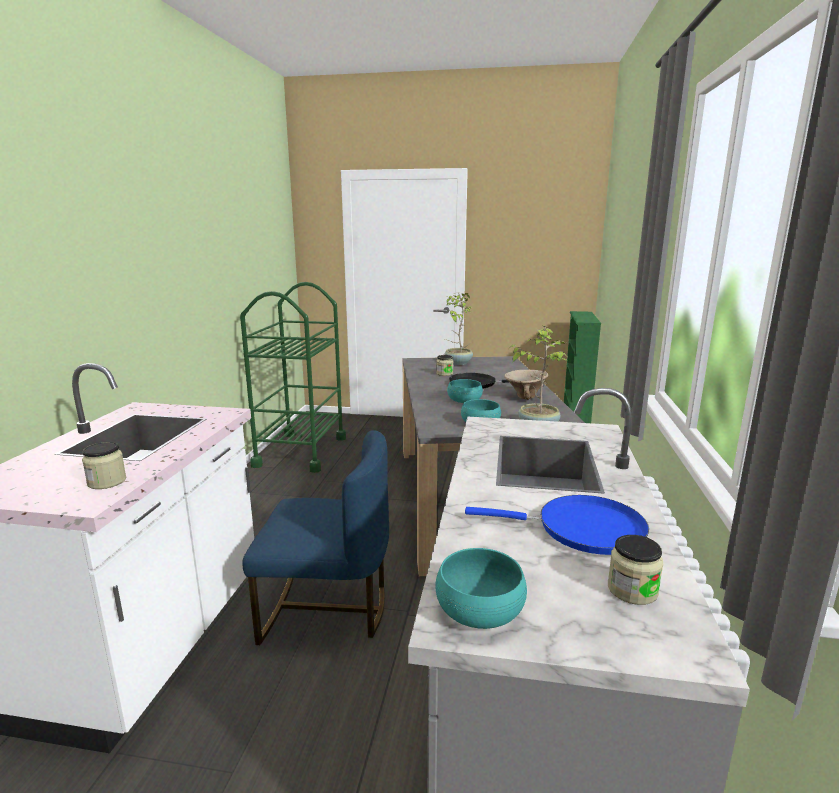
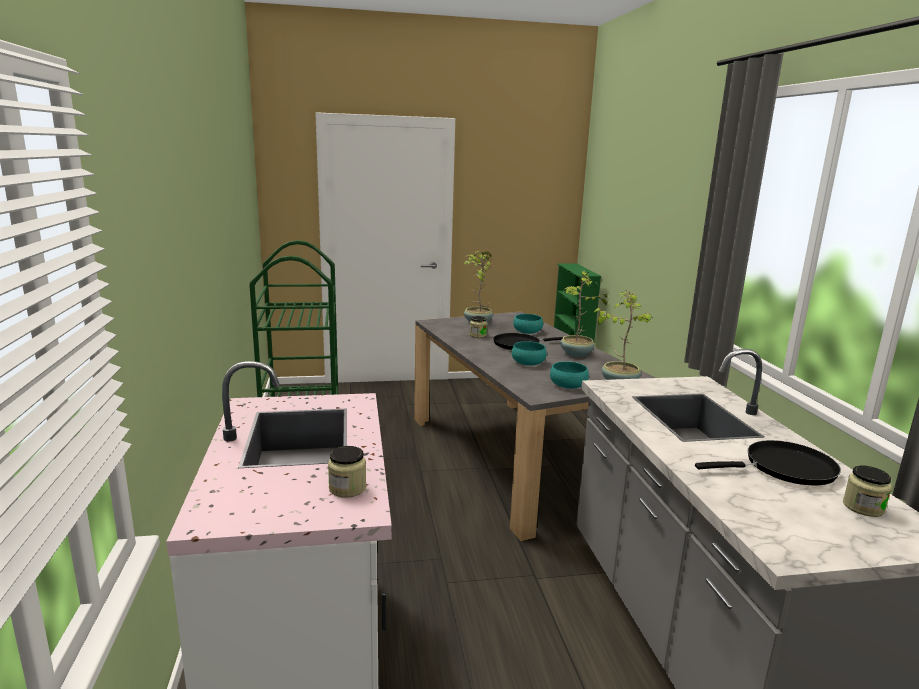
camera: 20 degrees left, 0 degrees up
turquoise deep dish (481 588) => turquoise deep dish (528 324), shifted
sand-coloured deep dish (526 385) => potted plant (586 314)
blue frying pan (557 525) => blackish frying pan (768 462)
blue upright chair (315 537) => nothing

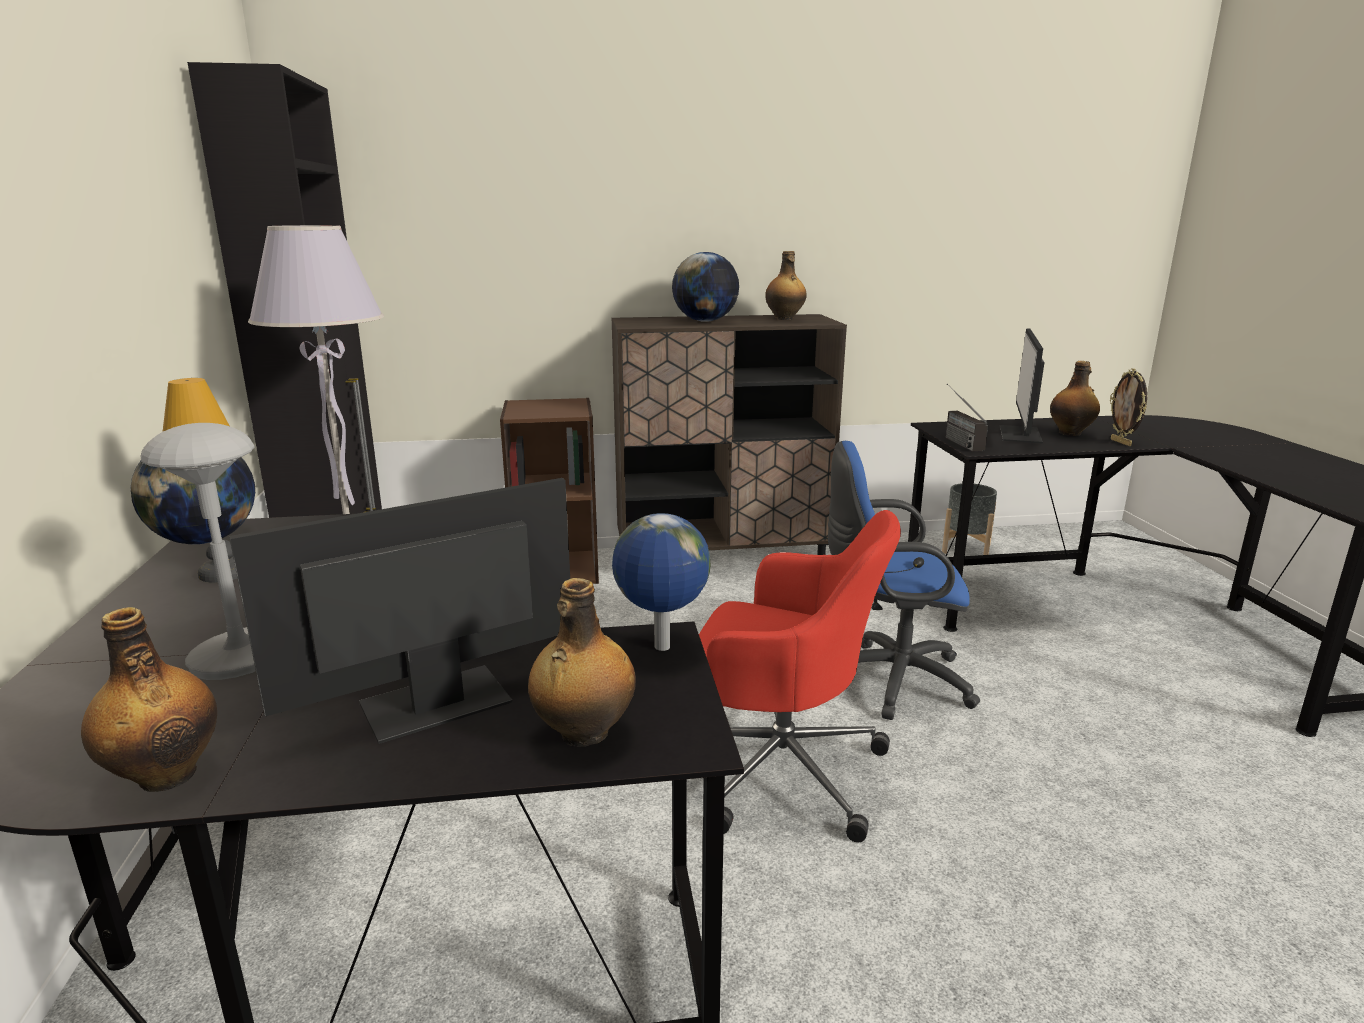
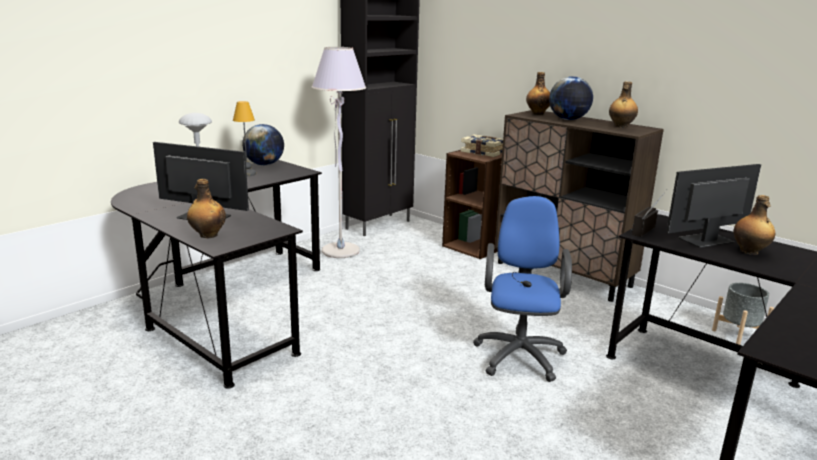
camera: 50 degrees right, 0 degrees up
nothing => book (482 145)
blue computer chair (904 580) => blue computer chair (522 289), 45 degrees clockwise
bottle (149 699) => bottle (538 93), shifted
world globe (661 582) => nothing
red-coloured computer chair (800 676) => nothing
photo frame (1128 407) => nothing

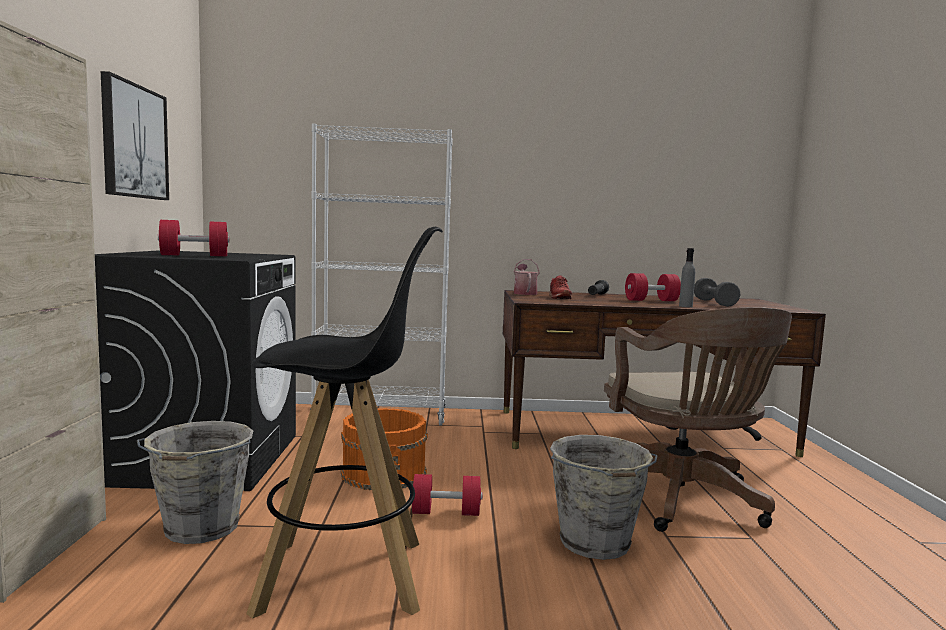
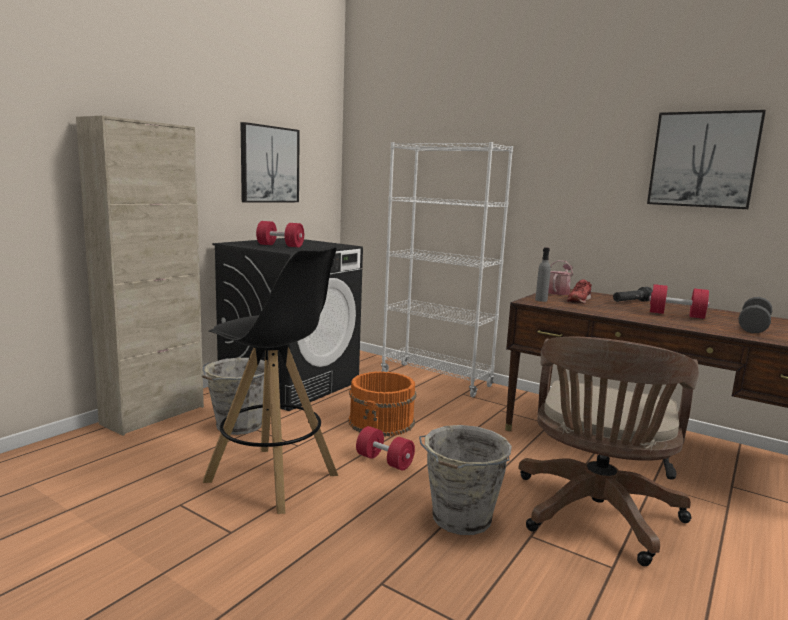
camera: 35 degrees right, 5 degrees up
grey bottle (687 277) => grey bottle (543 274), shifted
nothing => wall art (706 159)

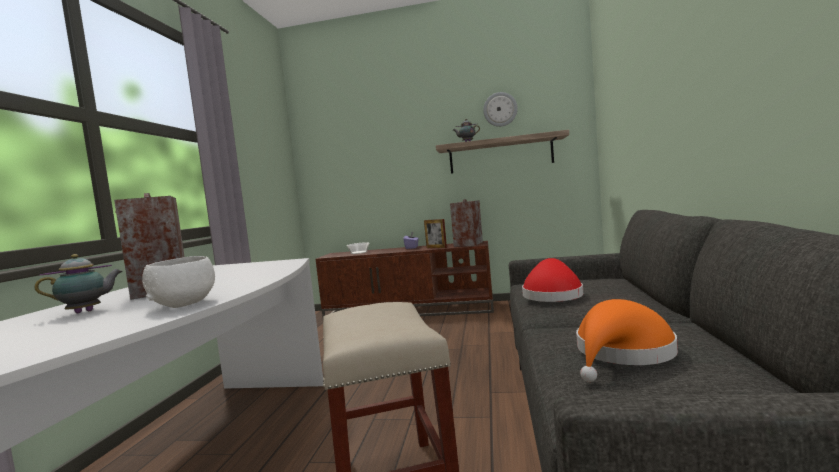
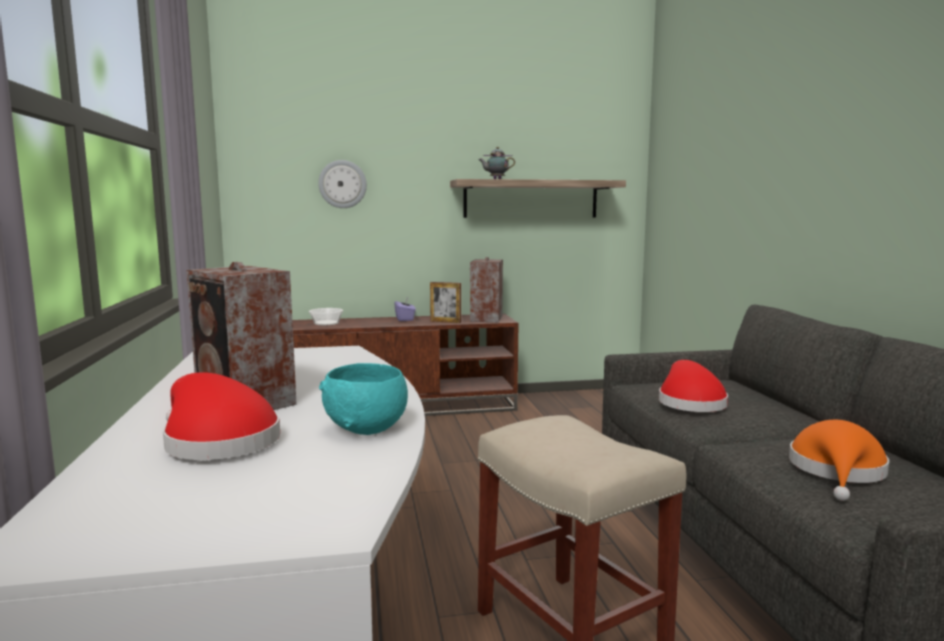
camera: 20 degrees left, 5 degrees up
tea pot (78 283) => red-coloured hat (221 416)
clock on the wall (500 109) => clock on the wall (342 184), shifted
white-coloured deep dish (178 282) => turquoise deep dish (363 399)

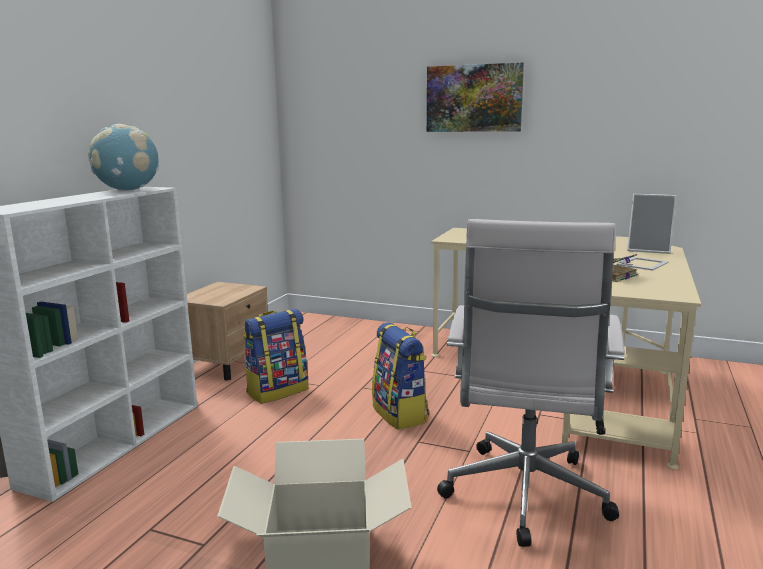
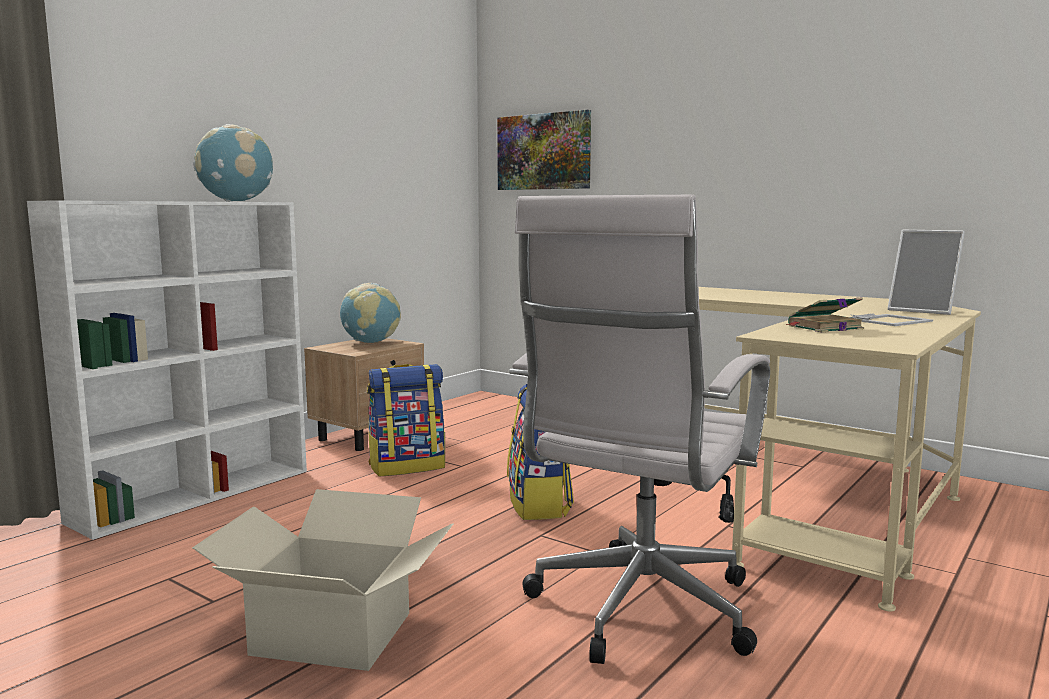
camera: 15 degrees right, 5 degrees down
nothing => world globe (370 313)
wall art (475 97) => wall art (544 150), shifted

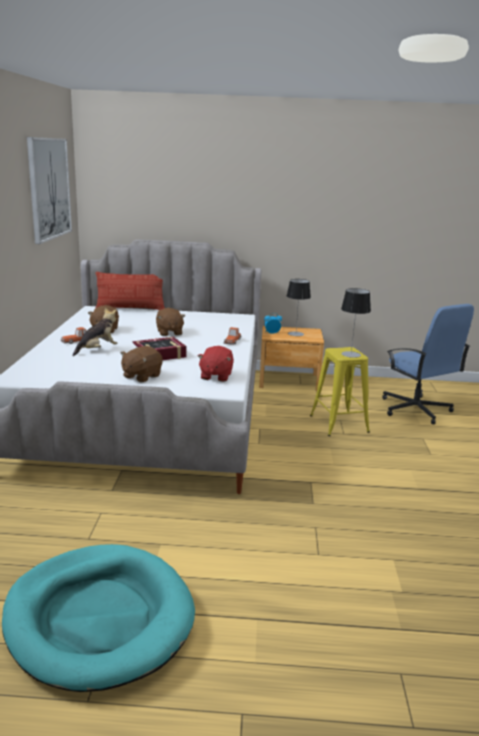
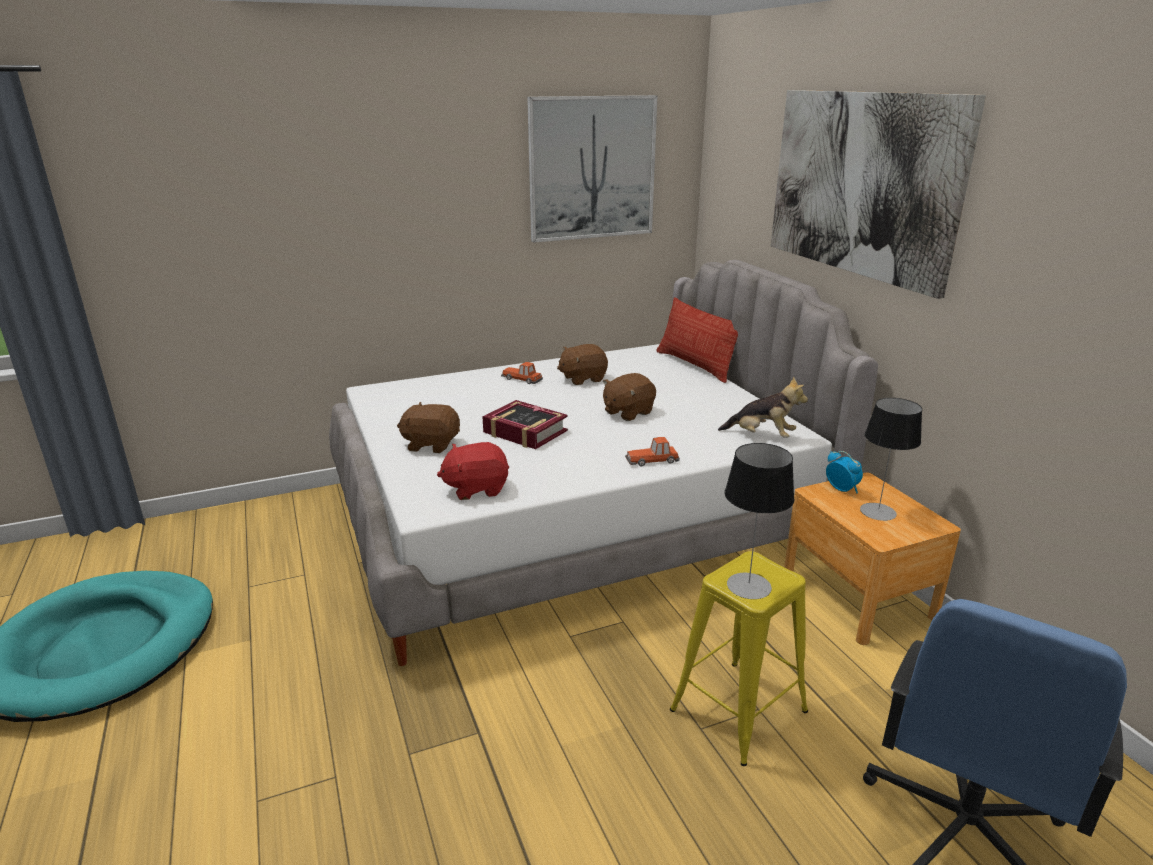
camera: 65 degrees right, 5 degrees up
soft toy (95 332) => soft toy (763 407), shifted
nothing => wall art (878 194)

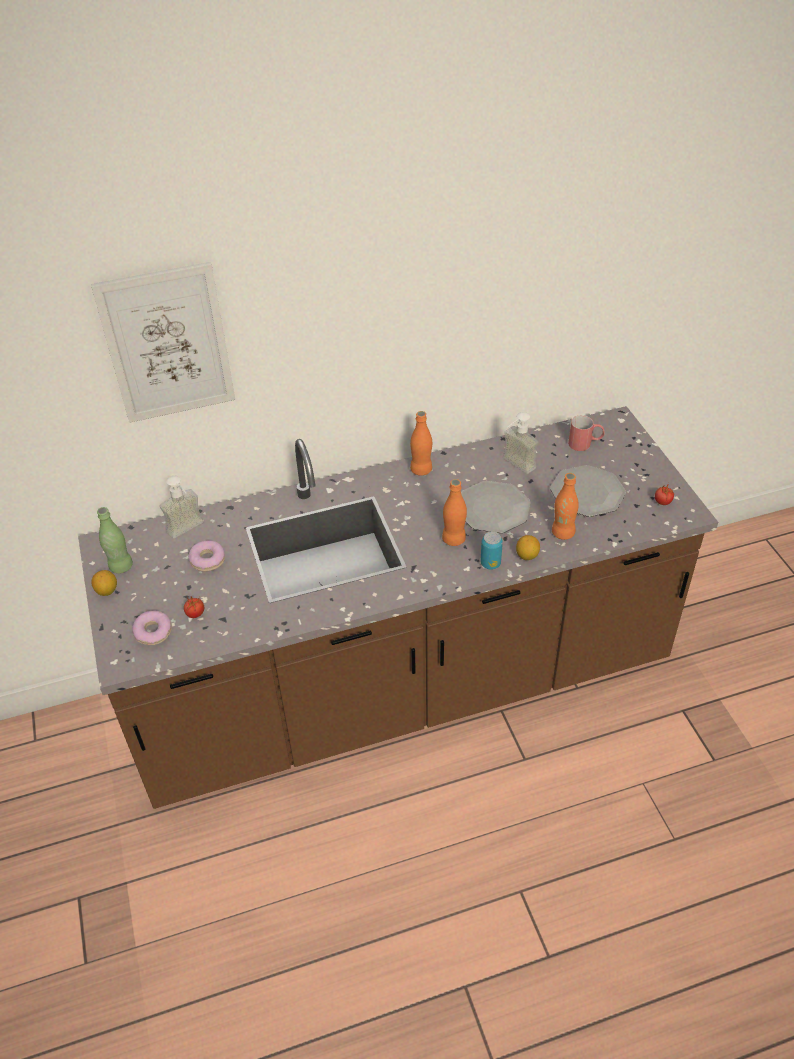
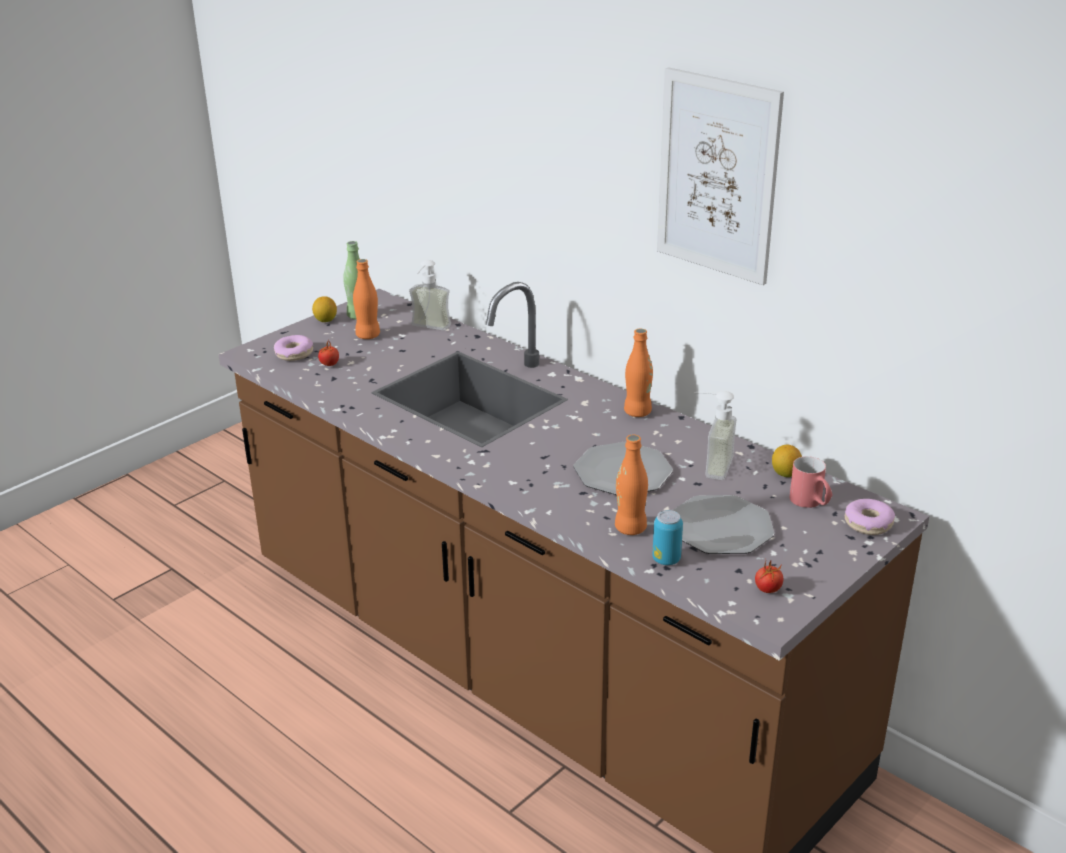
camera: 60 degrees right, 15 degrees down
orange-coloured bottle (454 512) => orange-coloured bottle (366 299), shifted
sealed can (492 550) => sealed can (667 537), shifted
wall art (163 342) => wall art (720 176), shifted
citrus fruit (528 547) => citrus fruit (787 461), shifted
doughnut (206 556) => doughnut (870 517), shifted

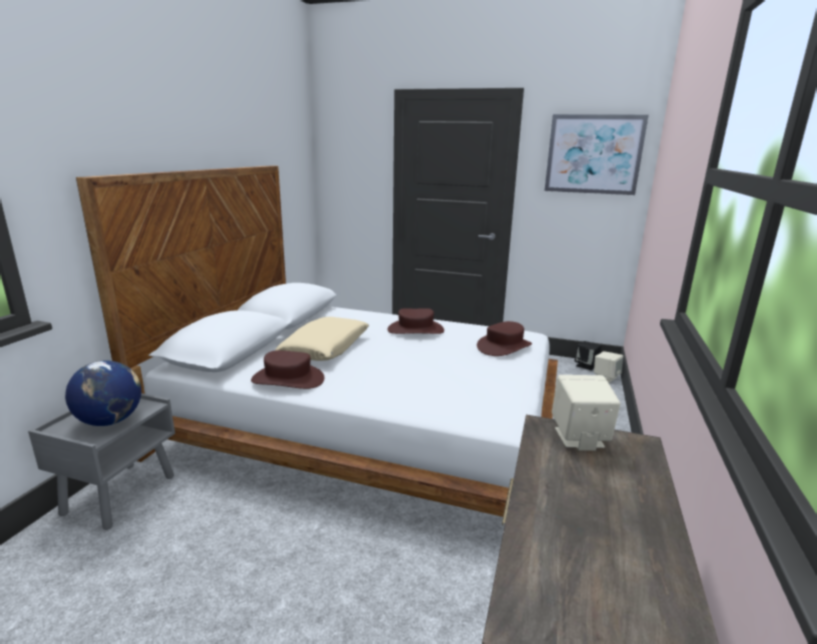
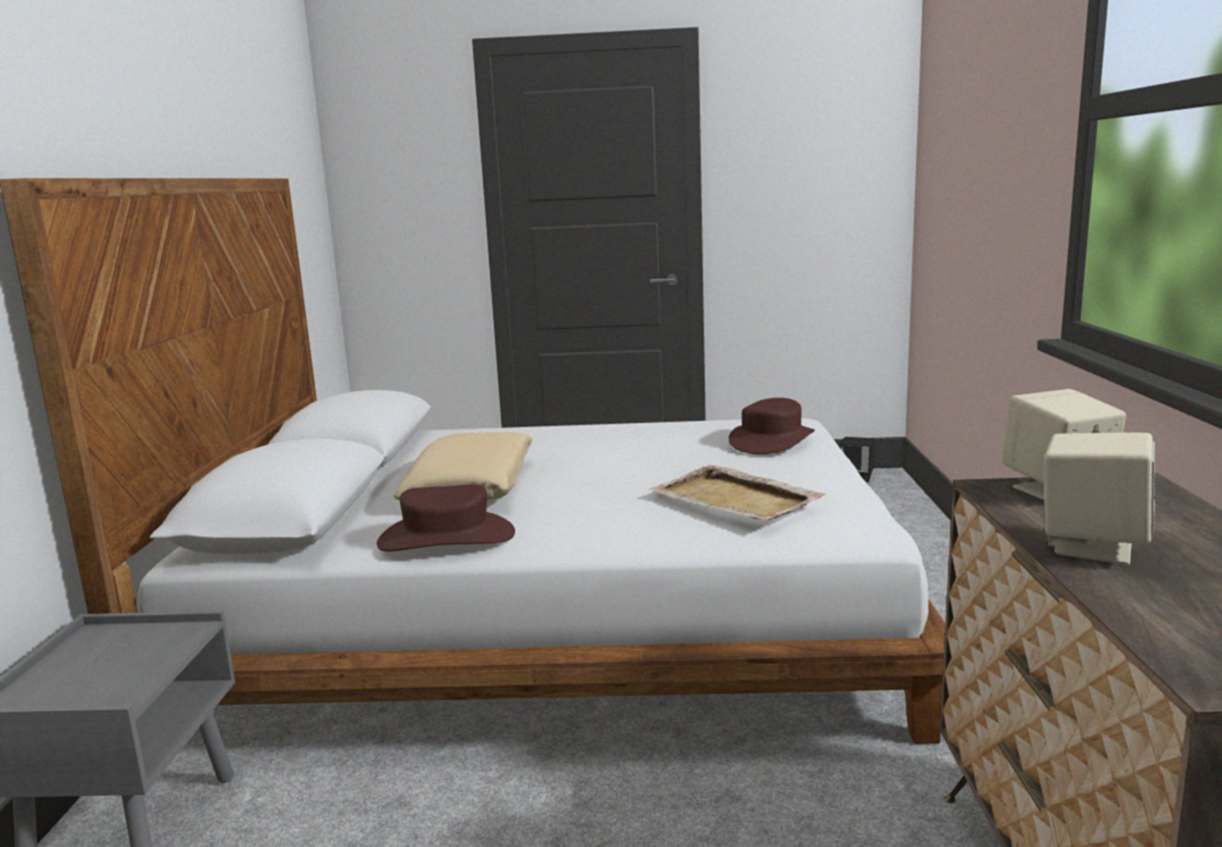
camera: 15 degrees left, 5 degrees down
nothing => sand-coloured tray (737 493)
sand-coloured loudspeaker (608 367) => sand-coloured loudspeaker (1099 498), shifted
world globe (103 393) => nothing
brown hat (415 321) => nothing
wall art (597 154) => nothing

